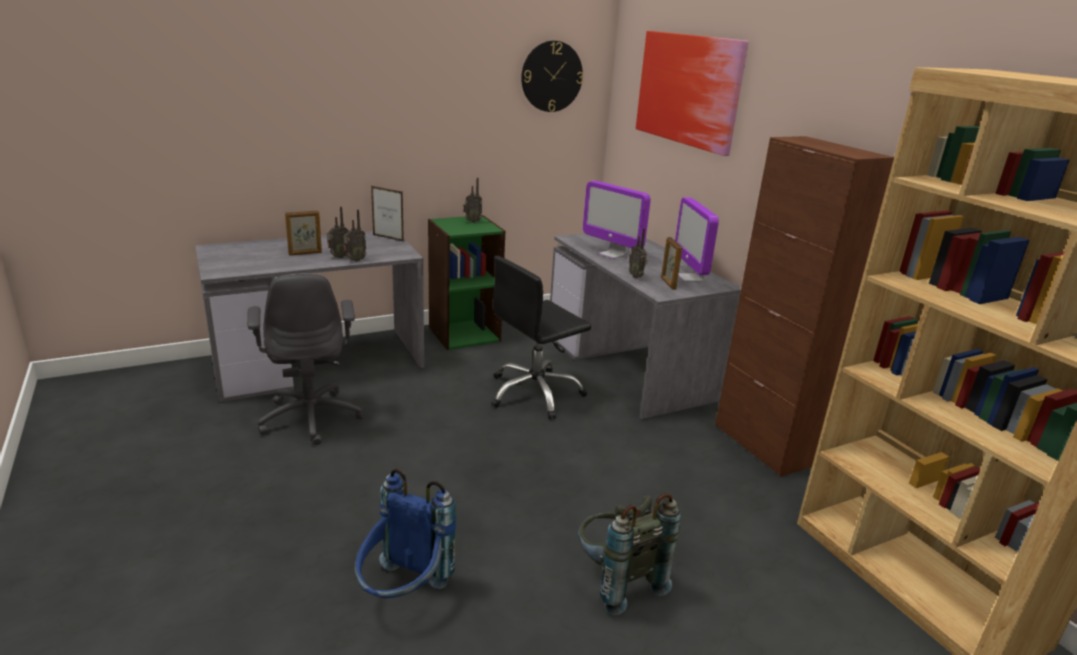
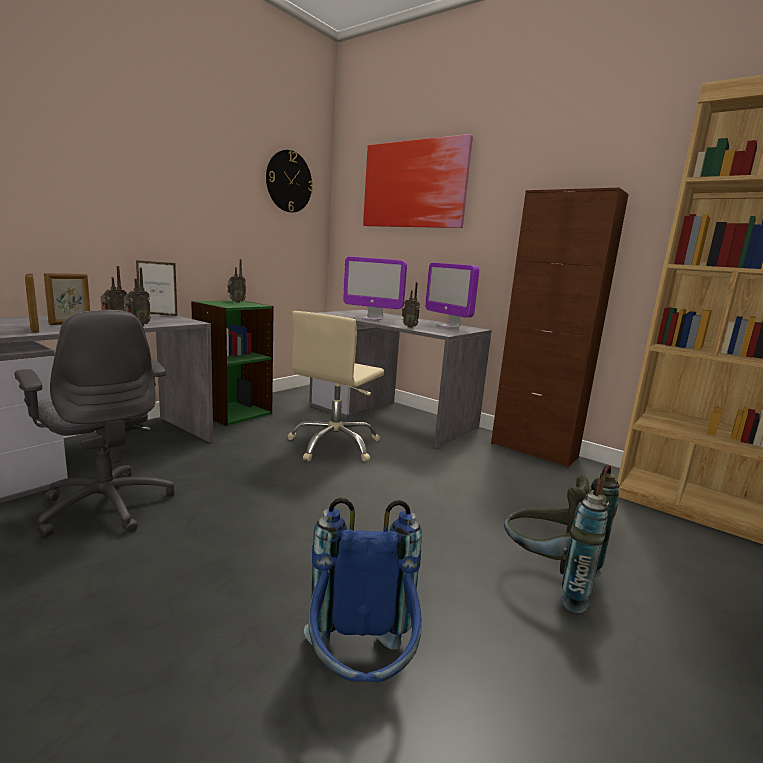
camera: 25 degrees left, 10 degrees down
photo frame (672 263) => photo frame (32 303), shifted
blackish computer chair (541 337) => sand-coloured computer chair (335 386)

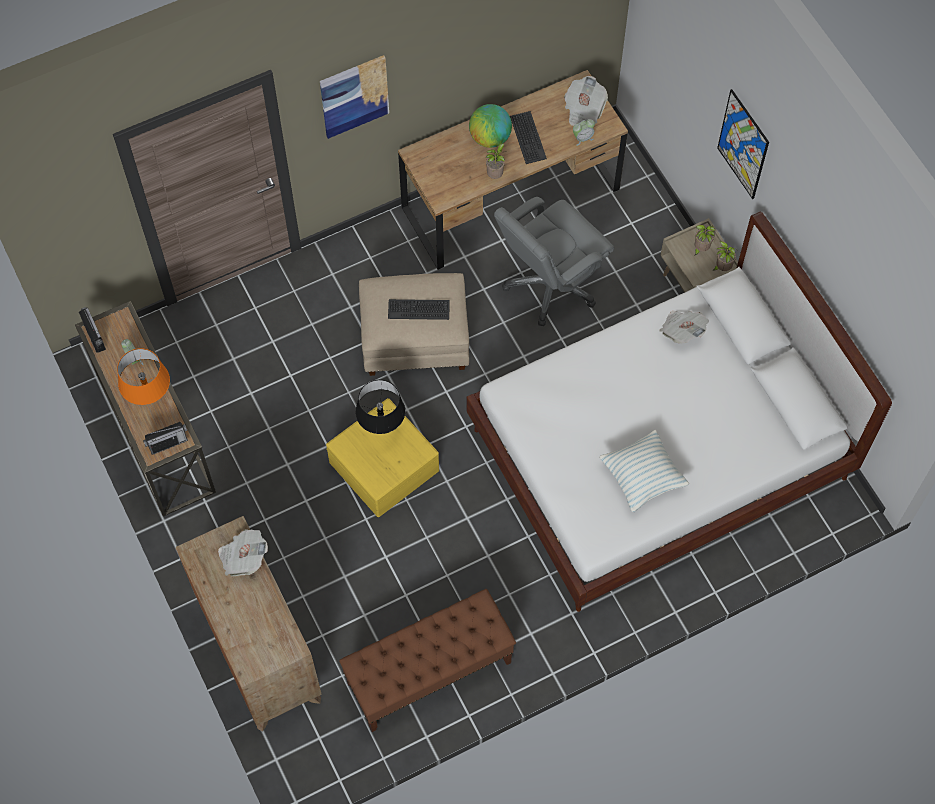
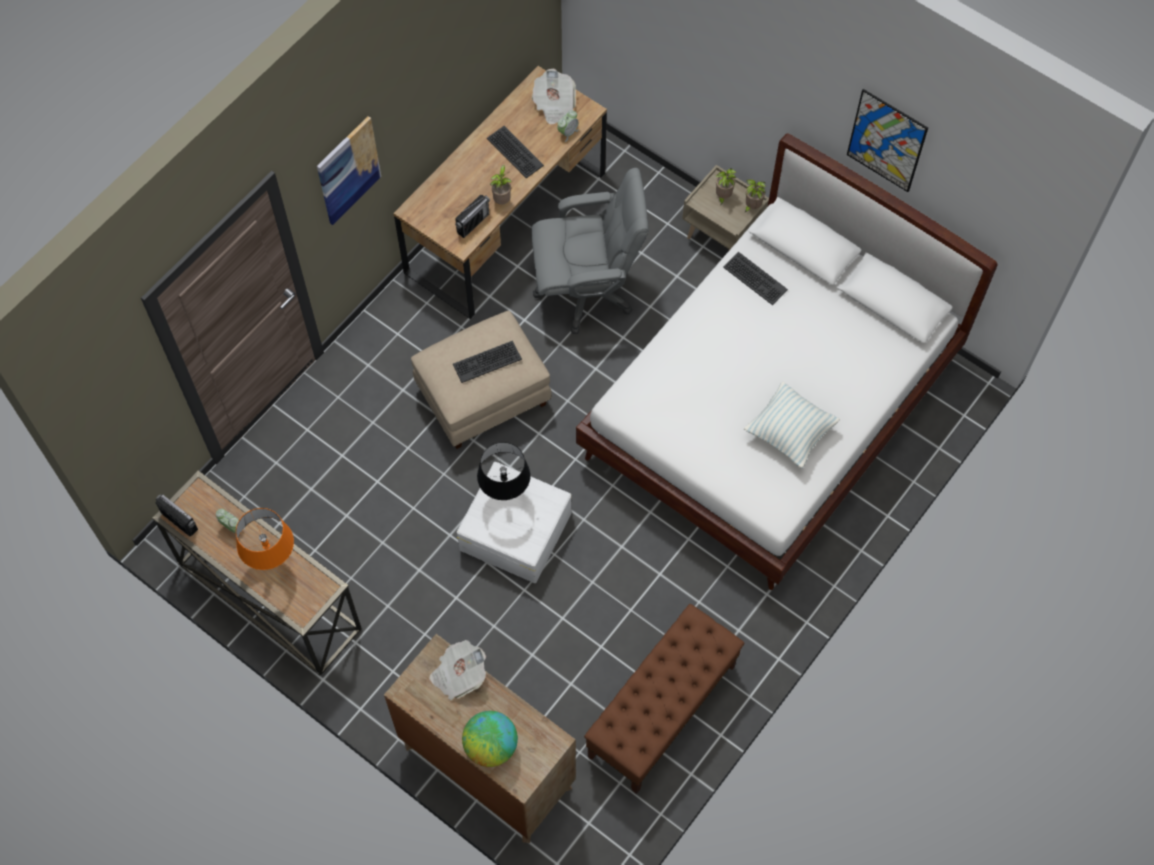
camera: 25 degrees left, 0 degrees up
radio receiver (165 438) => radio receiver (472 216), shifted
yellow-coloured storage container (382 457) => white-coloured storage container (514 522)
world globe (490 126) => world globe (490 739), shifted
grey computer chair (554 261) => grey computer chair (590 251), 120 degrees counterclockwise
daily paper (684 327) => keyboard (755 278)
wall art (743 144) => wall art (887 140), shifted

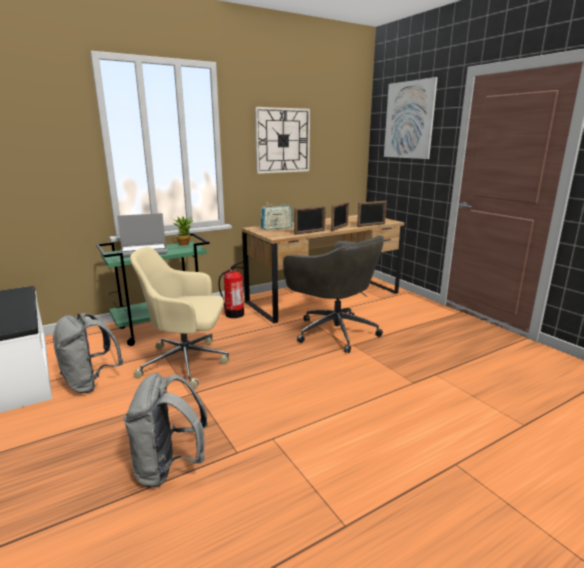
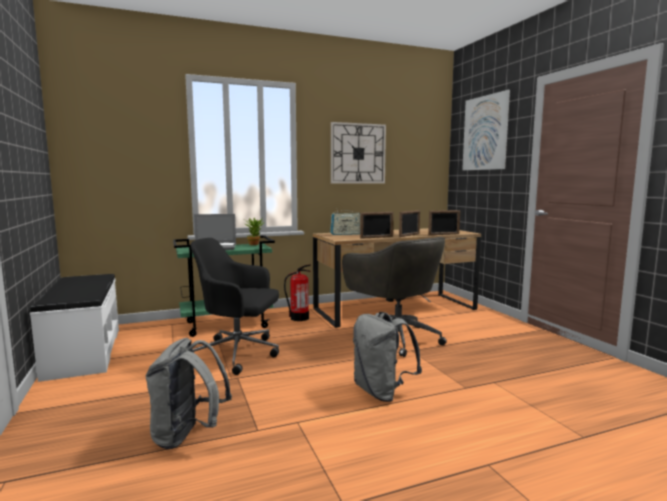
camera: 10 degrees right, 10 degrees down
sand-coloured computer chair (179 318) => blackish computer chair (234 306)
grey rucksack (88 353) => grey rucksack (387 357), shifted

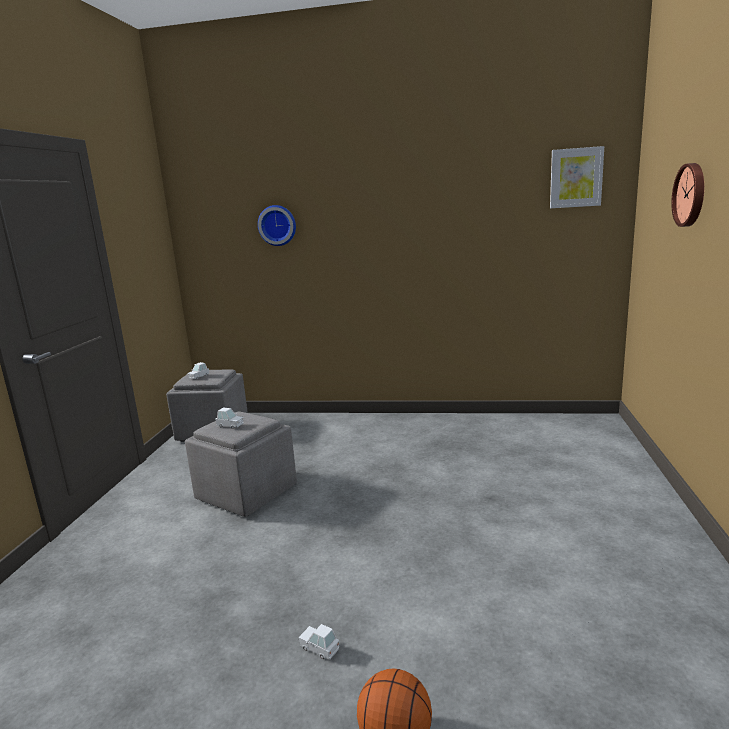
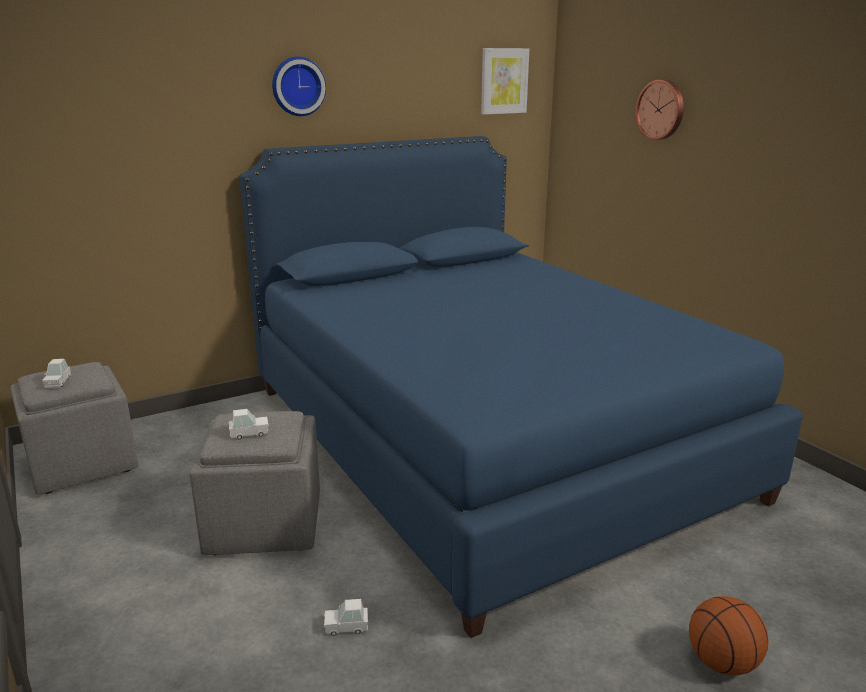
camera: 40 degrees left, 5 degrees up
nothing => blue bed (521 387)
clock on the wall (277 225) => clock on the wall (299 86), shifted
white-coloured model car (318 642) => white-coloured model car (346 617), shifted

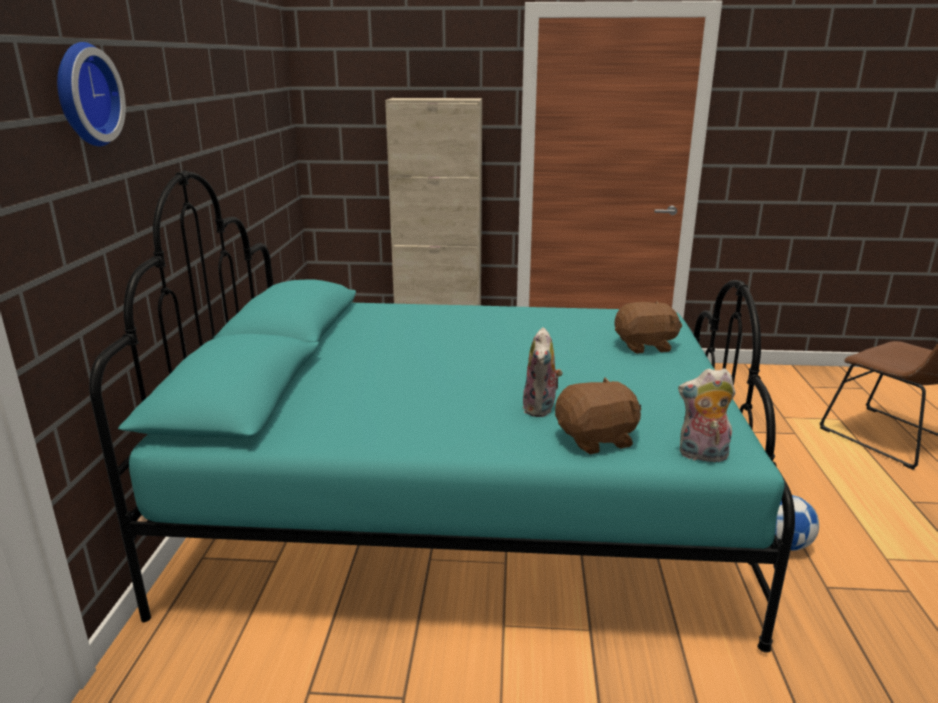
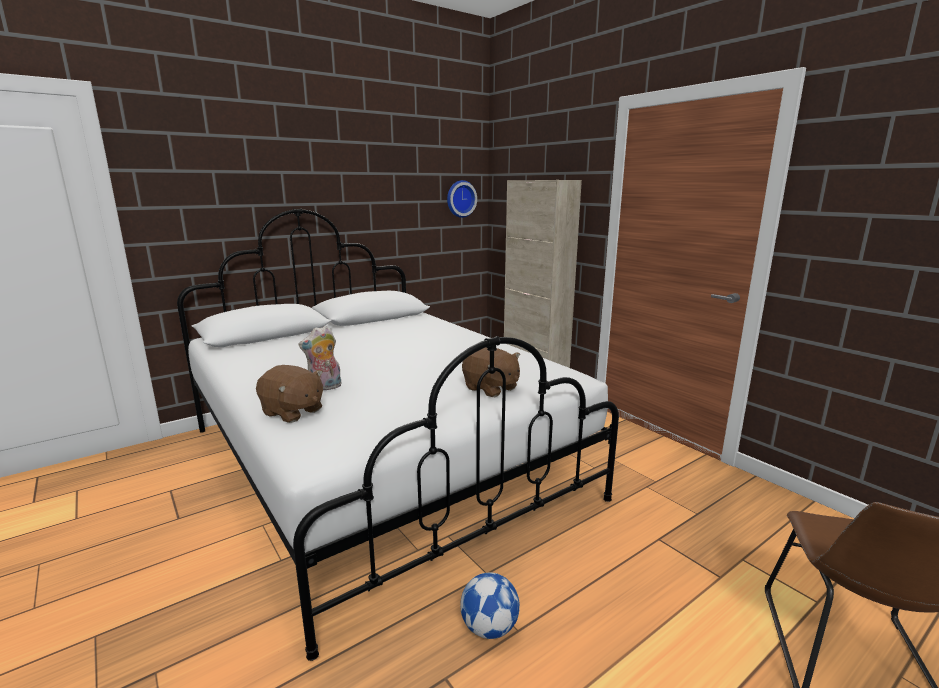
camera: 50 degrees right, 5 degrees down
turquoise bed (442 411) => white-coloured bed (398 435)
clock on the wall (91 94) => clock on the wall (462 199), shifted
soft toy (707 415) => nothing

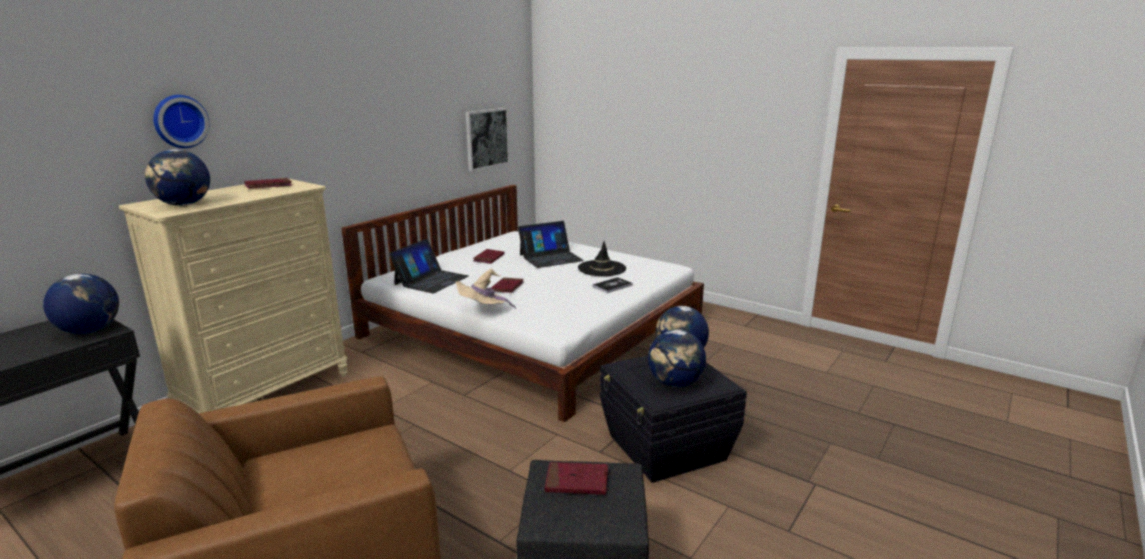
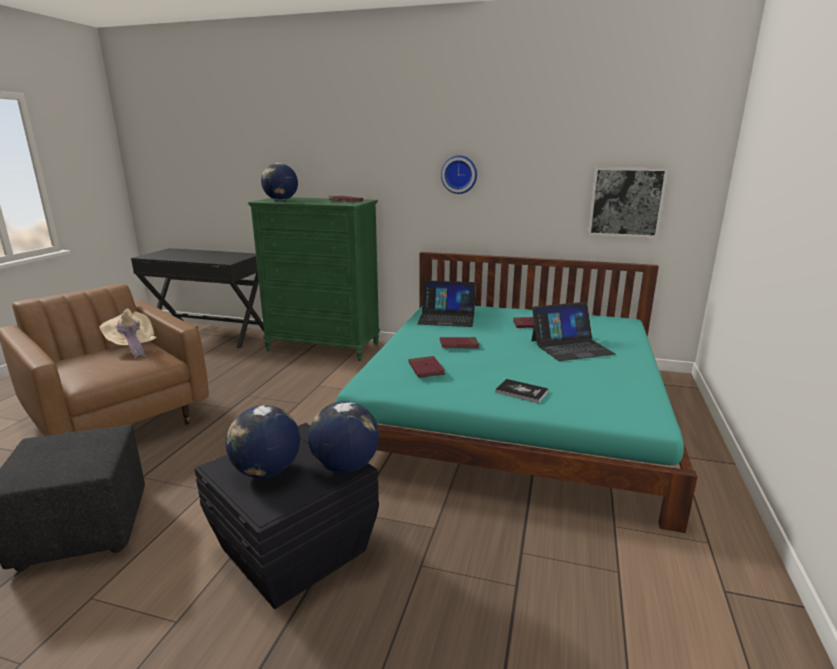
camera: 70 degrees right, 0 degrees up
sand-coloured hat (485 289) => sand-coloured hat (128 333), shifted
sand-coloured drawer chest (233 296) => green drawer chest (314 279)
white-coloured bed (522 303) => turquoise bed (516 392)
red-coloured book (576 478) => red-coloured book (426 367), shifted
clock on the wall (181 121) => clock on the wall (459 174), shifted
laptop (551 244) => laptop (573 331), 60 degrees counterclockwise
world globe (81 304) => nothing
blackish hat (602 258) => nothing

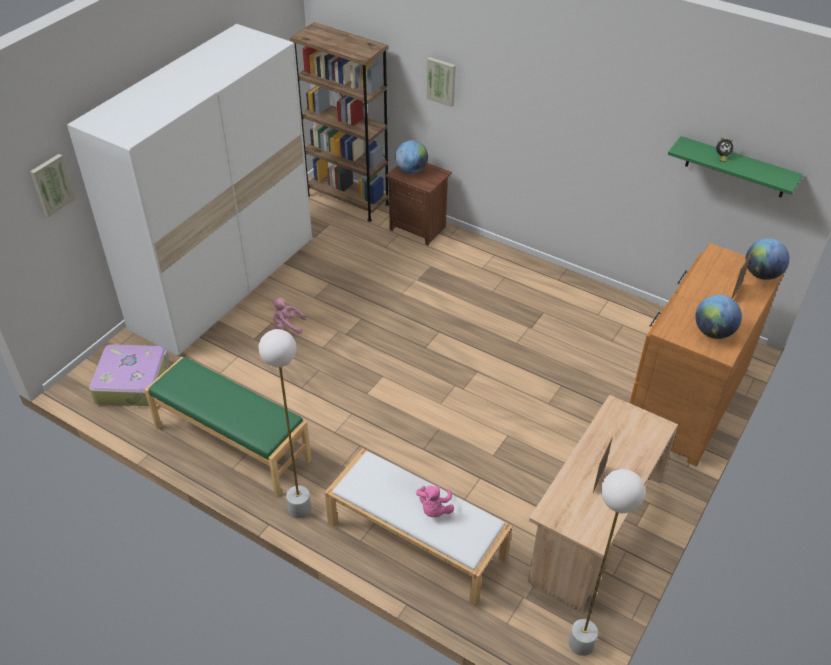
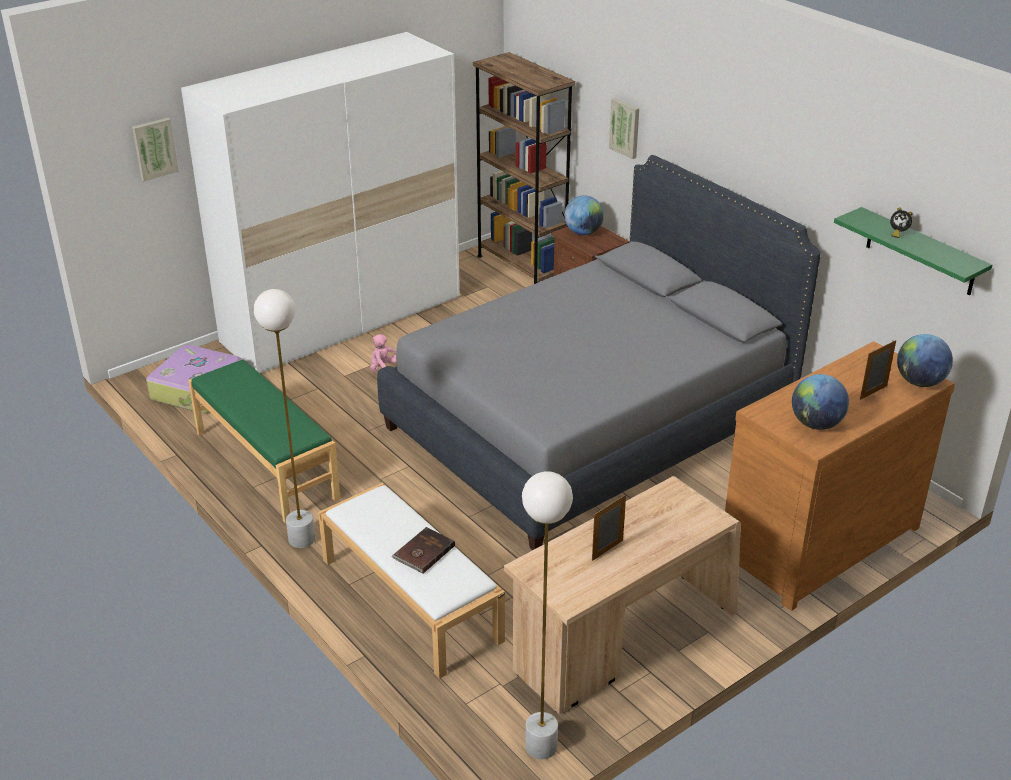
camera: 20 degrees right, 10 degrees down
nothing => grey bed (599 352)
pink-coloured soft toy (435 501) => brown book (423 550)

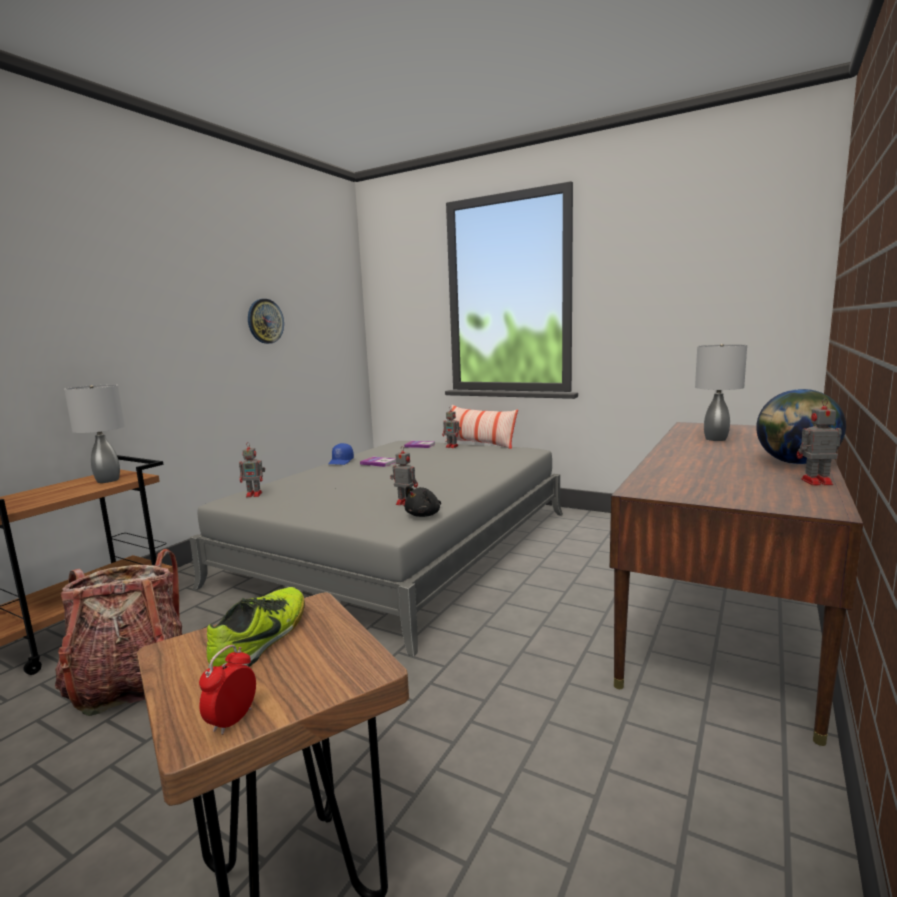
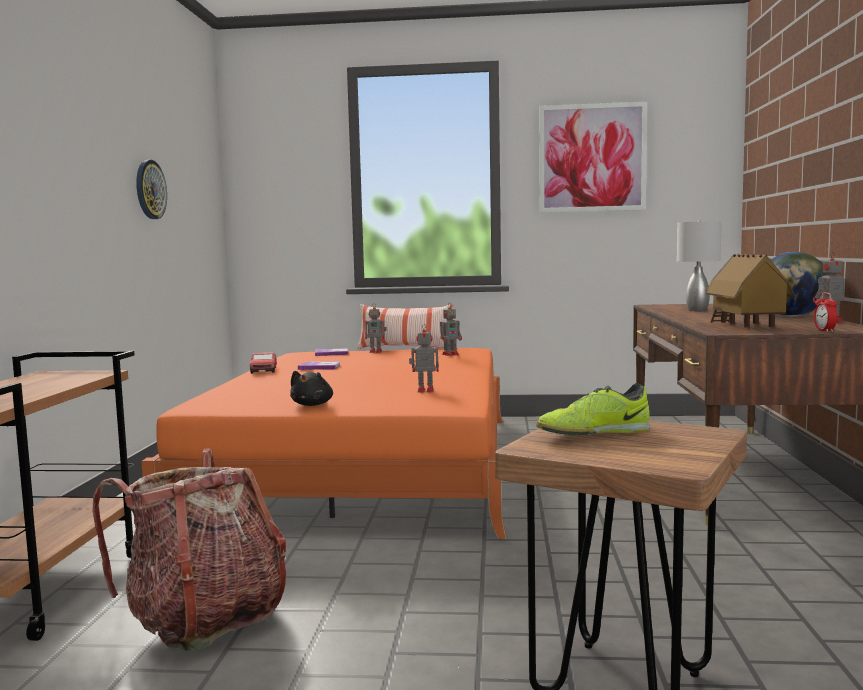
camera: 25 degrees left, 5 degrees down
grey bed (376 549) => orange-coloured bed (323 443)
blue baseball cap (341 454) => model car (263 363)
blackish soft toy (422 501) => blackish soft toy (311 388), shifted
toy robot (252 469) => toy robot (451 330), shifted
low shoe (256 628) => low shoe (593 409), 105 degrees counterclockwise
nothing => wall art (593 157)
nothing => miniature house (750 291)
bedside clock (227 690) => bedside clock (825 312), shifted
grey lamp for a table (94 433) => nothing

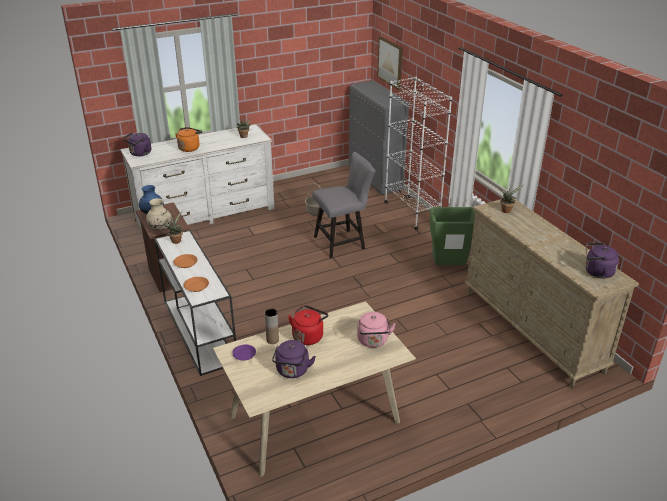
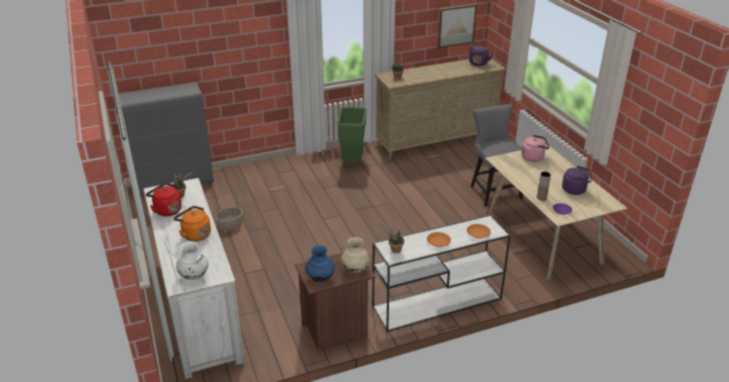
camera: 85 degrees left, 0 degrees up
red-coloured water kettle (308 325) => red-coloured water kettle (164 199), shifted
purple-coloured water kettle (137 144) => white-coloured flower vase (192 260)
wall art (390 63) => wall art (457 26), shifted
grey upright chair (343 205) => grey upright chair (497 155), shifted
white-coloured bookshelf (418 153) => nothing

